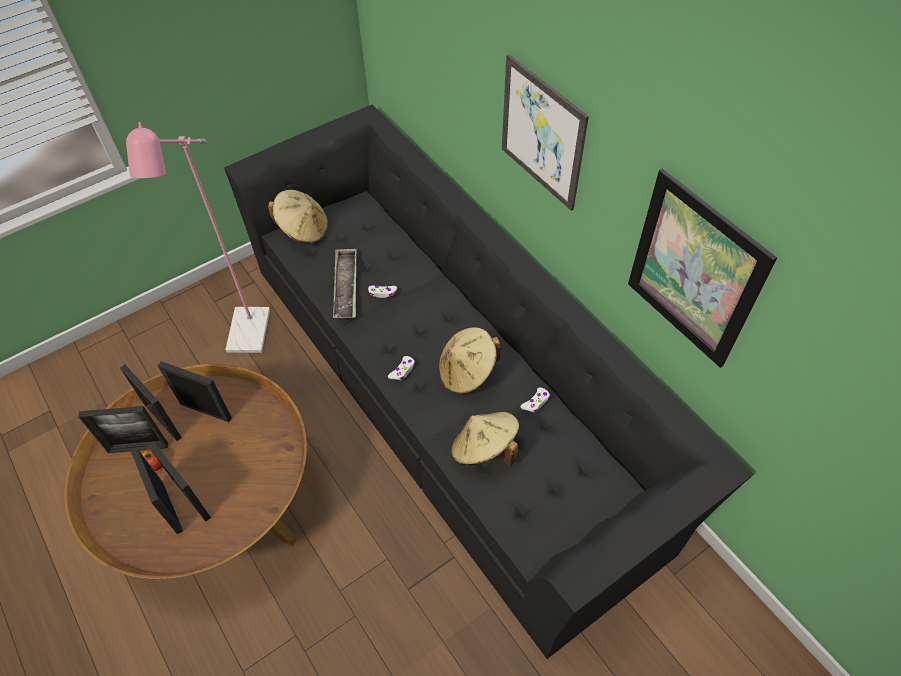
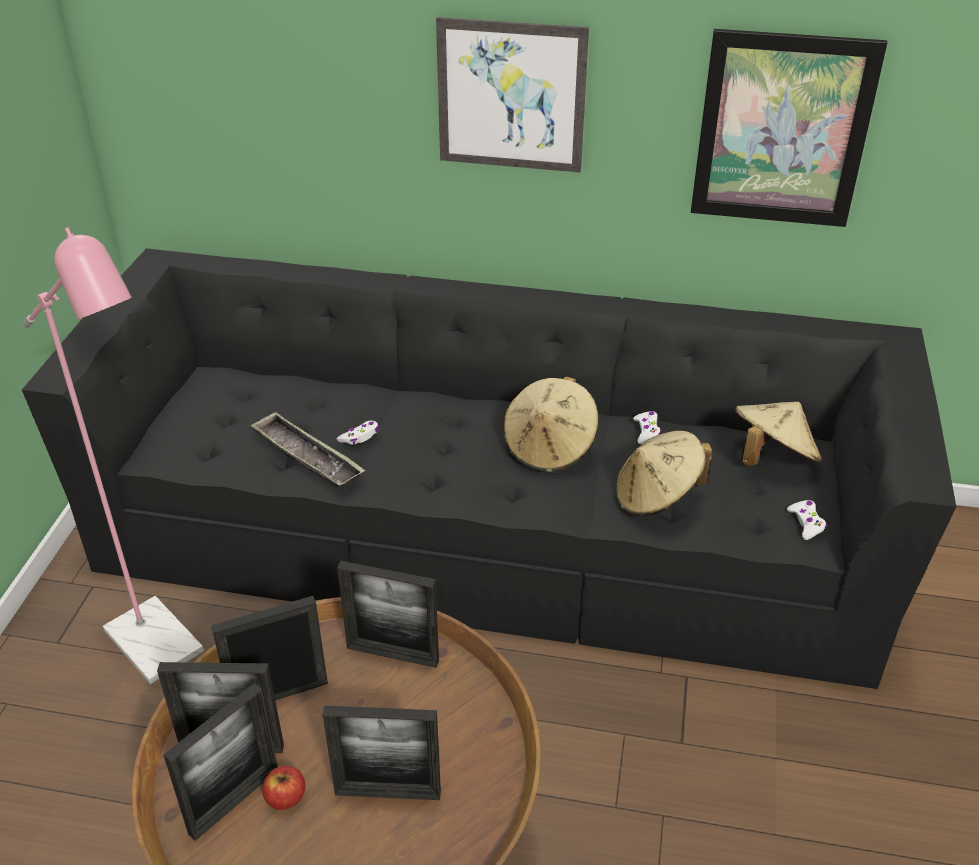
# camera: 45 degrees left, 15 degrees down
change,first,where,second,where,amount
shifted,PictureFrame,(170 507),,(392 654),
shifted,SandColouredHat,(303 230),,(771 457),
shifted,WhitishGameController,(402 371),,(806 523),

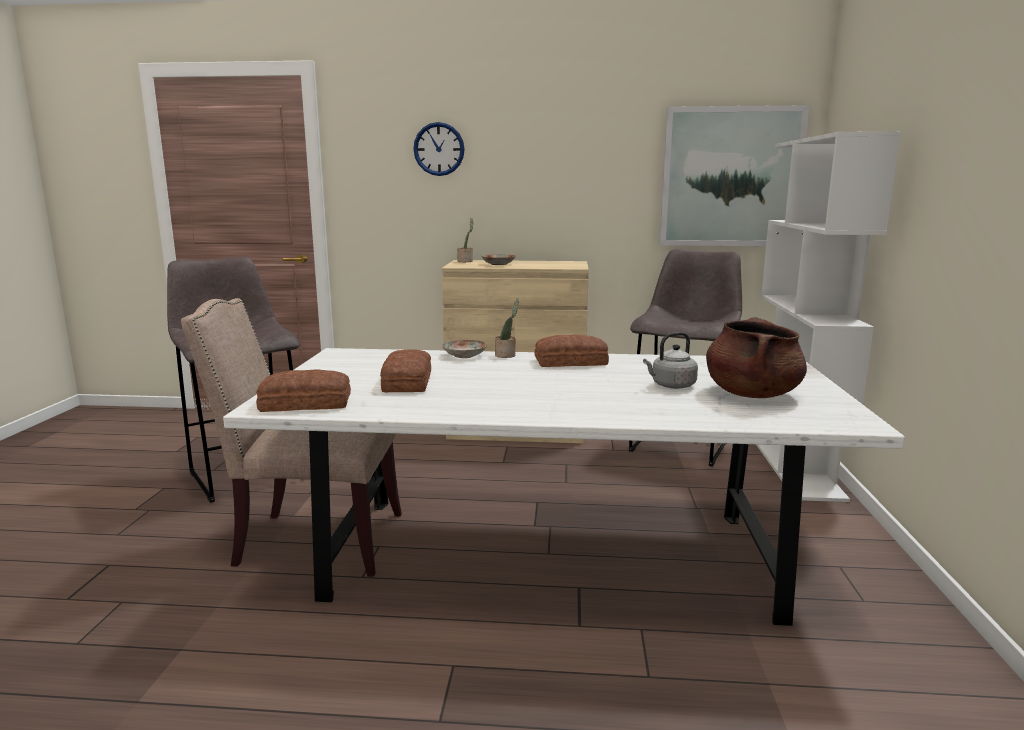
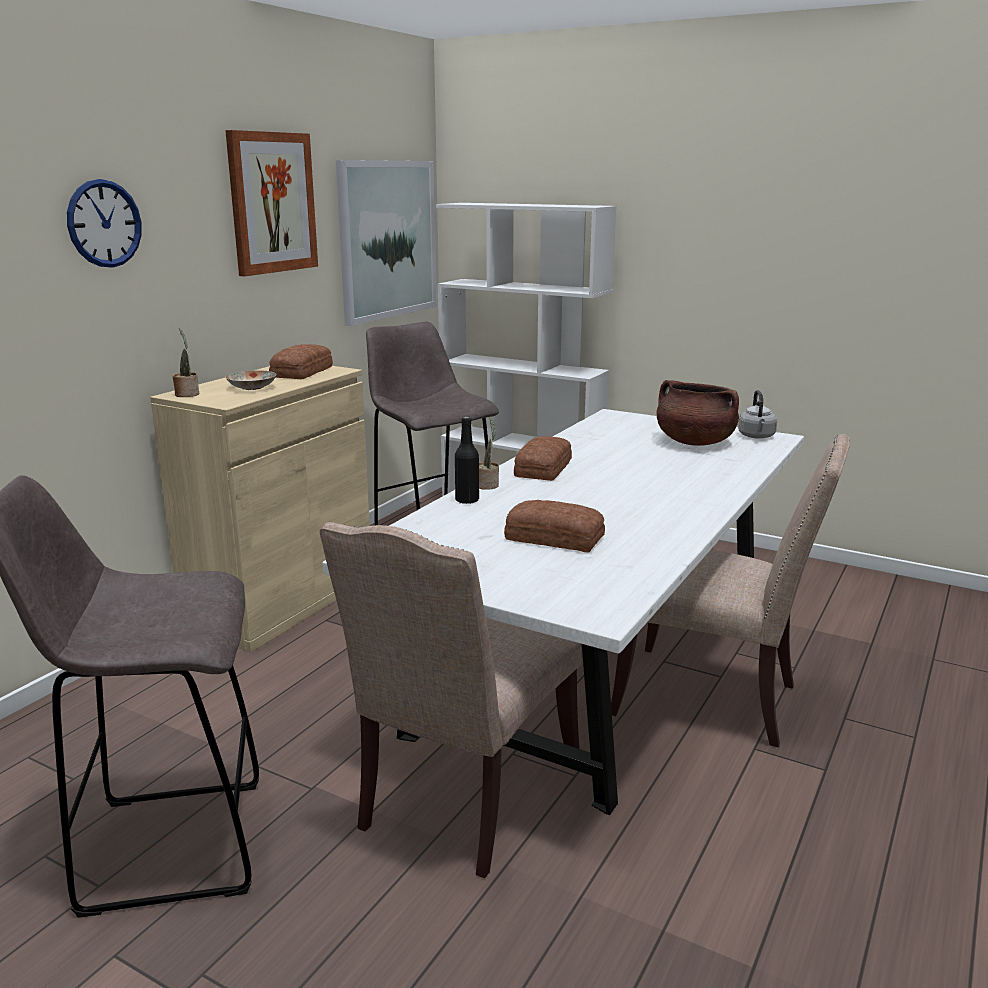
# camera: 65 degrees left, 5 degrees up
change,first,where,second,where,amount
new,,,WallPicture,(272 203),
new,,,SandColouredUprightChair,(714 699),
shifted,Bread,(306 404),,(303 372),
shifted,GrayWaterKettle,(671 386),,(756 436),
swapped,DinnerPlate,(465 355),BlackishBeverageBottle,(467 500),

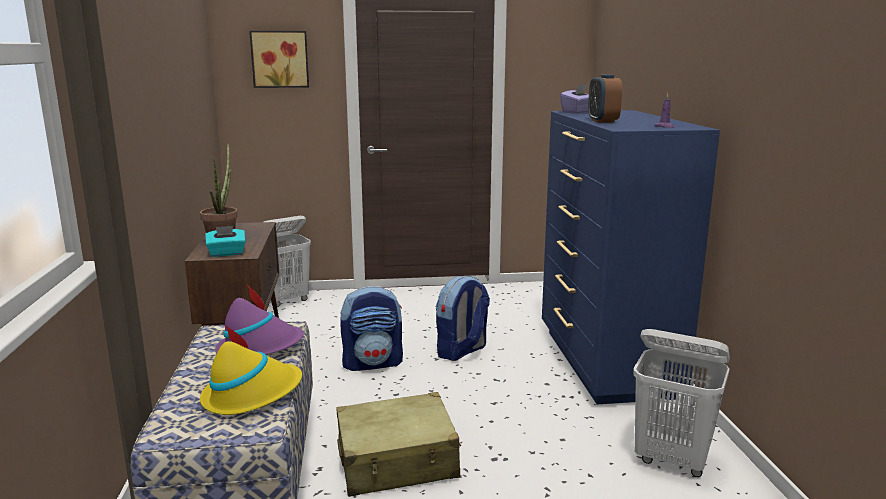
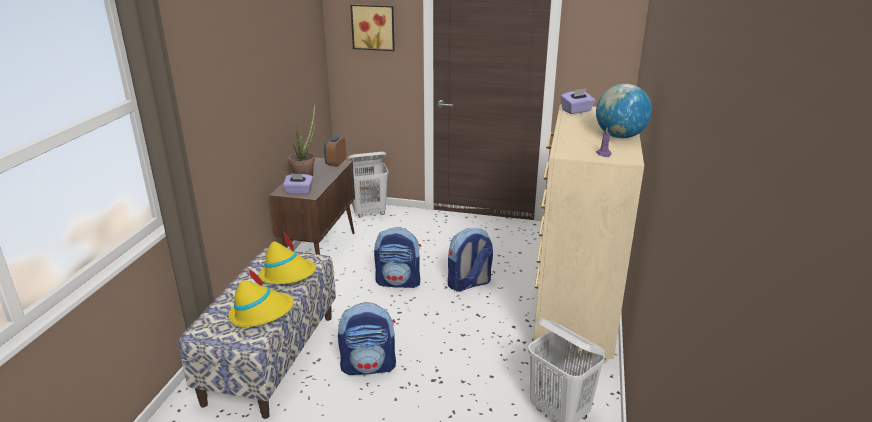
# camera: 20 degrees right, 10 degrees up
change,first,where,second,where,amount
new,,,WorldGlobe,(620 136),
shifted,BedsideClock,(602 121),,(336 163),
swapped,SandColouredSuitcase,(397 461),Rucksack,(369 366),
repainted,BlueGreenBoxOfTissues,(226 253),PurpleBoxOfTissues,(299 191),
repainted,PurpleHat,(260 348),YellowishHat,(288 275),
repainted,BlueDresser,(604 363),SandColouredDresser,(573 317),

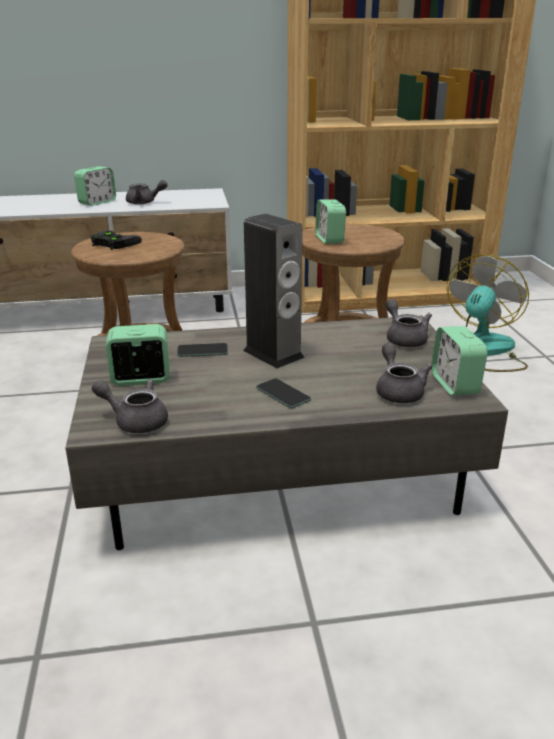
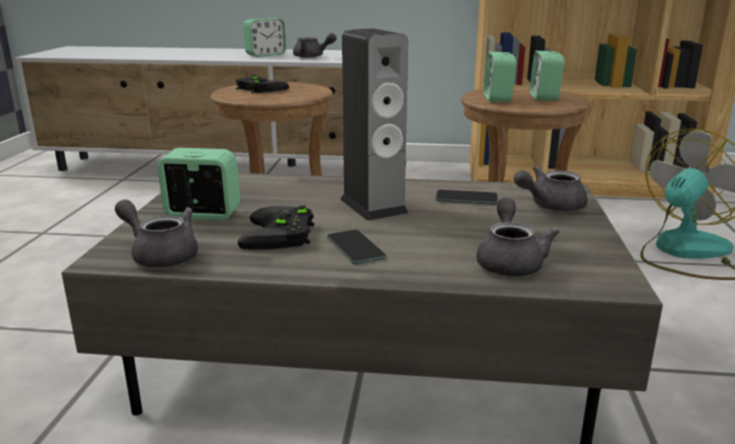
# camera: 15 degrees right, 5 degrees down
change,first,where,second,where,amount
new,,,BlackishGameController,(281 235),
shifted,Handset,(202 351),,(466 198),
shifted,BedsideClock,(454 384),,(544 97),
rotated,GrayTeaPot,(404 338),,(550 206),105 degrees counterclockwise

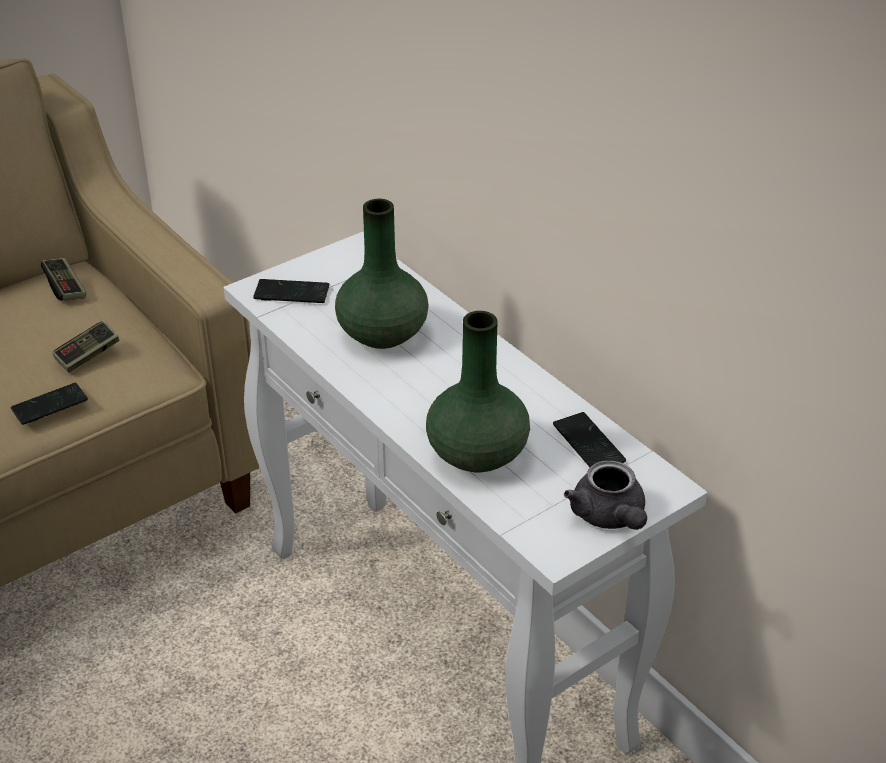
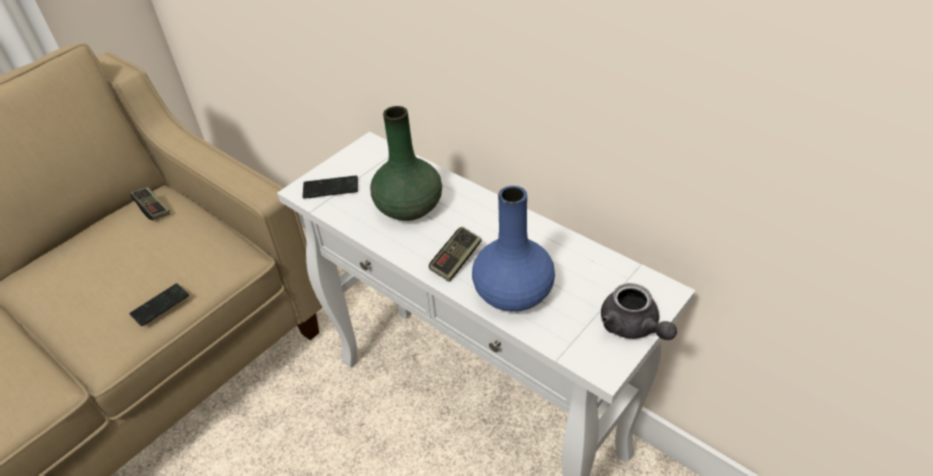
# camera: 10 degrees left, 5 degrees up
change,first,where,second,where,amount
gone,Handset,(588 444),,,
shifted,GameController,(88 355),,(456 261),
repainted,GreenVase,(478 454),BlueVase,(514 293),

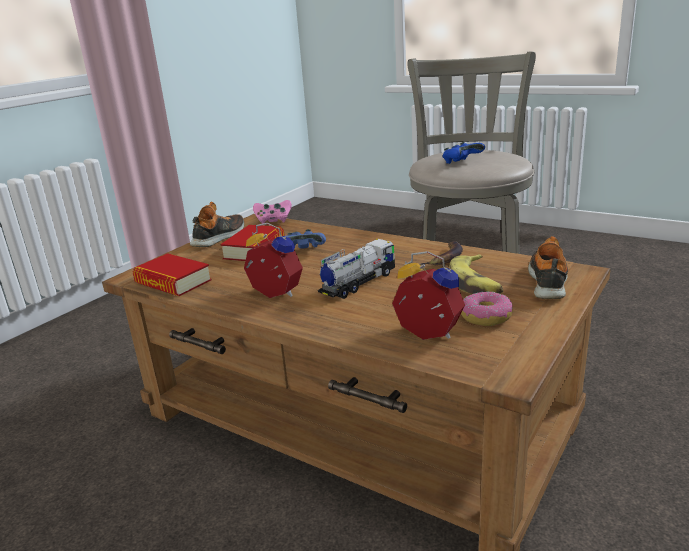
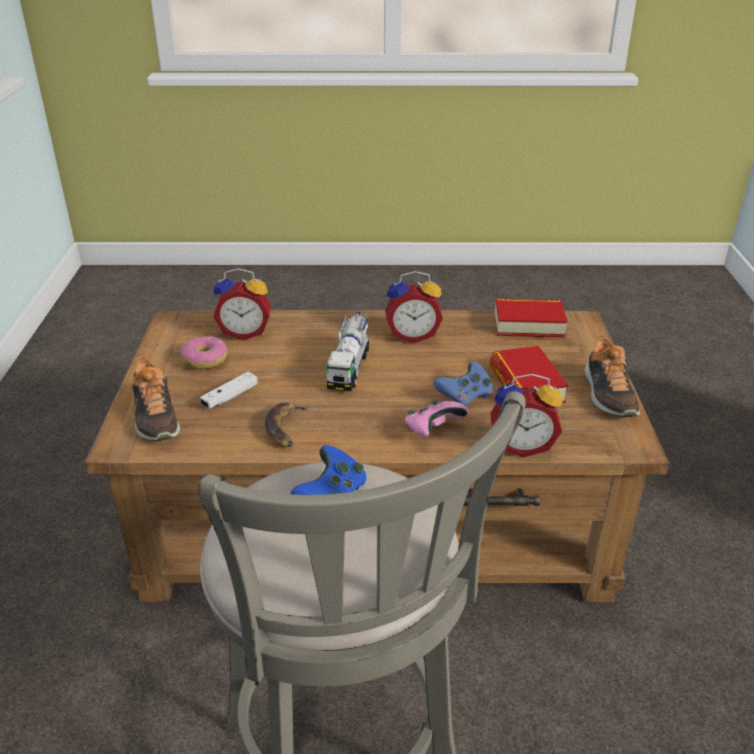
# camera: 145 degrees right, 10 degrees up
change,first,where,second,where,amount
new,,,BedsideClock,(521 445),
shifted,PinkGameController,(273 220),,(433 430),
swapped,Banana,(476 283),WhitishGameController,(230 397),

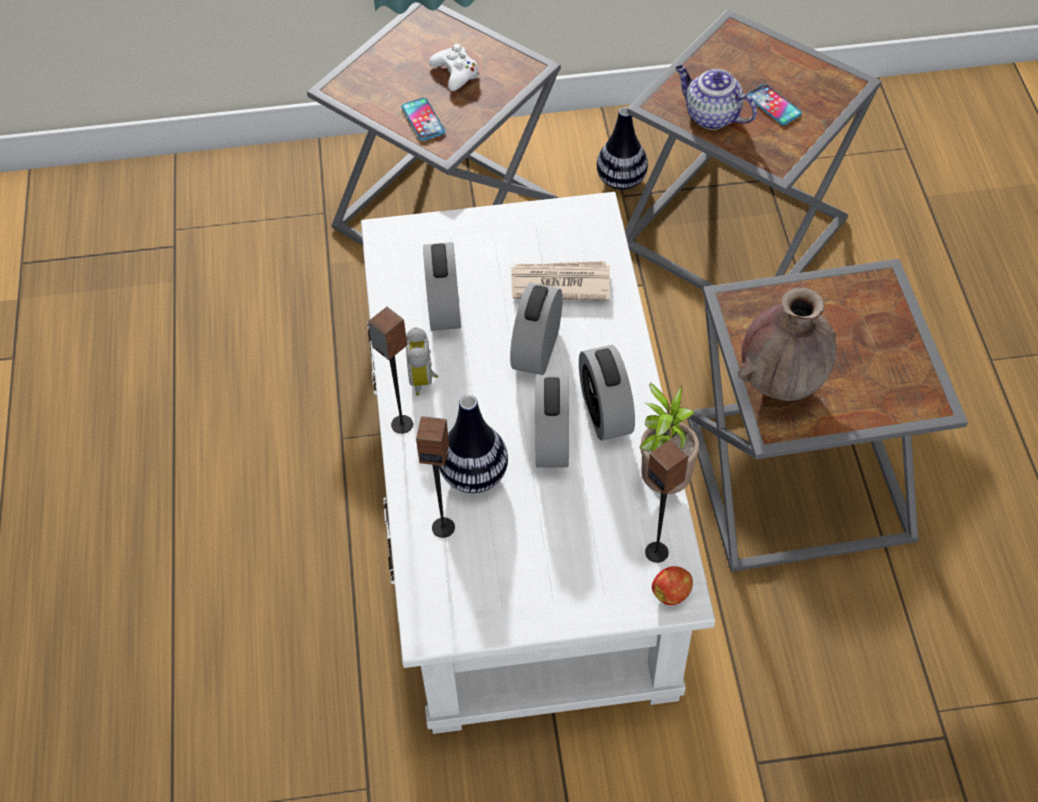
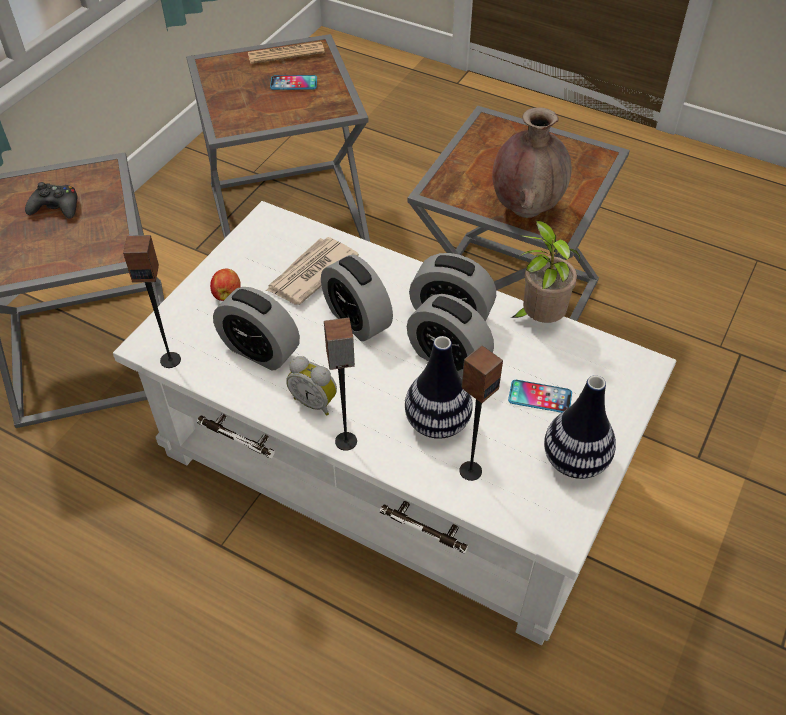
# camera: 55 degrees left, 5 degrees down
change,first,where,second,where,amount
gone,TeaPot,(711 116),,,
new,,,Newspaper,(286 53),
shifted,Handset,(423 120),,(540 397),
shifted,Vase,(621 180),,(574 461),
shifted,Loudspeaker,(657 552),,(170 359),
shifted,AppleFruit,(671 593),,(227 294),
repainted,WhitishGameController,(456 73),BlackishGameController,(56 207),

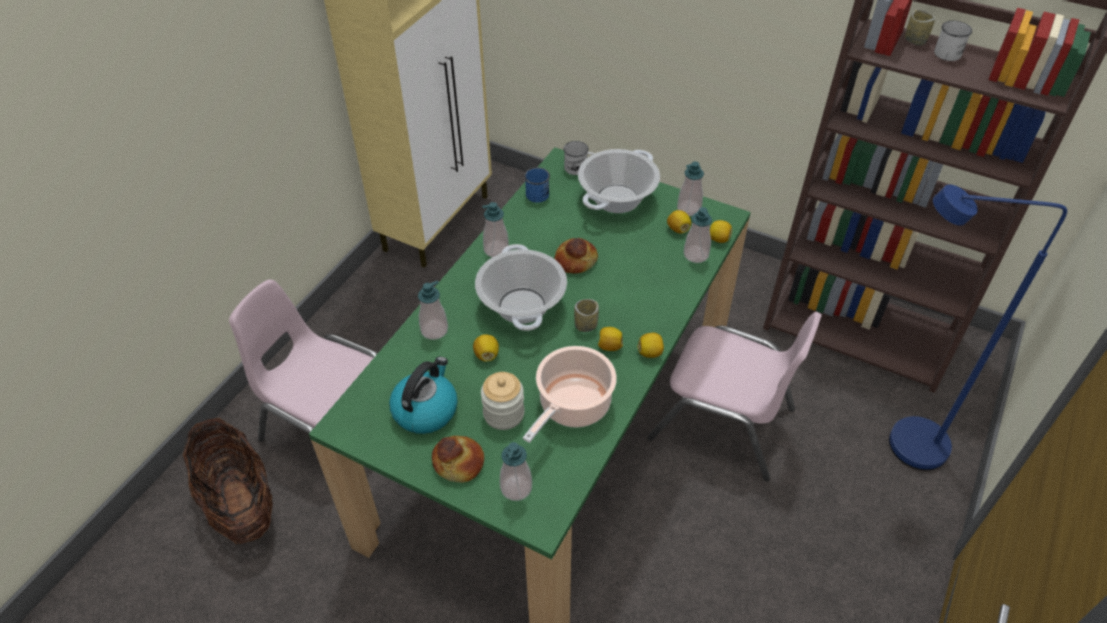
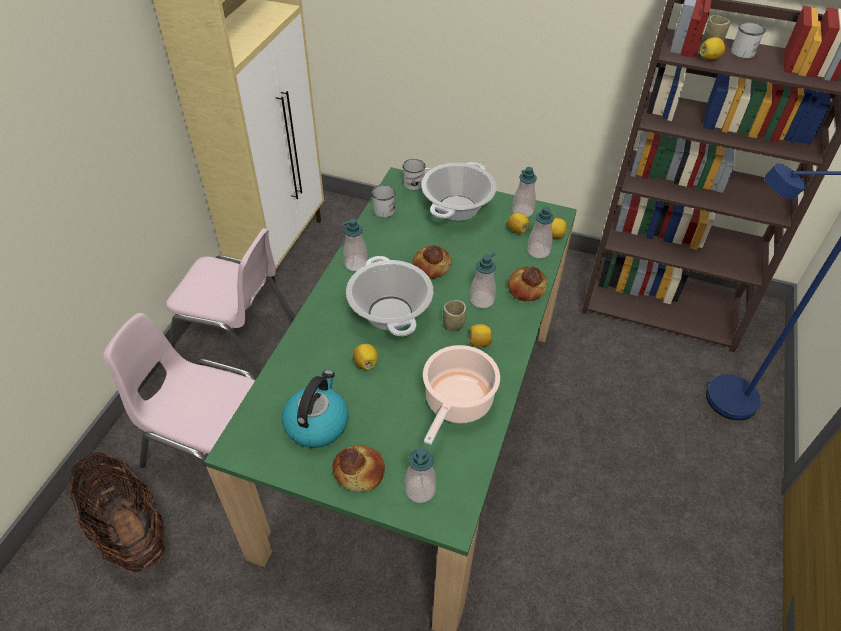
# camera: 10 degrees left, 0 degrees up
change,first,where,second,where,amount
gone,Jar,(503 413),,,
new,,,Bread,(526 288),
shifted,SoapDispenser,(434 330),,(482 300),
shifted,WholeLemon,(650 353),,(709 58),
shifted,PinkUprightChair,(723 423),,(235 338),
repainted,BlueMug,(538 192),WhitishMug,(384 208),

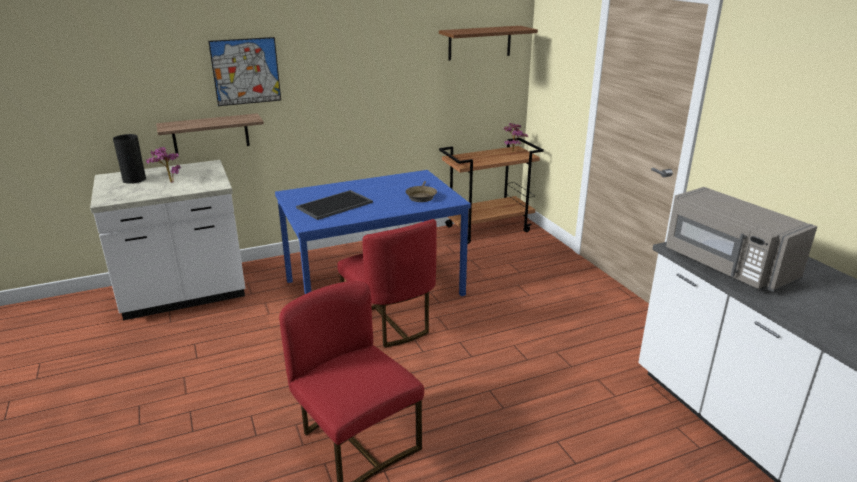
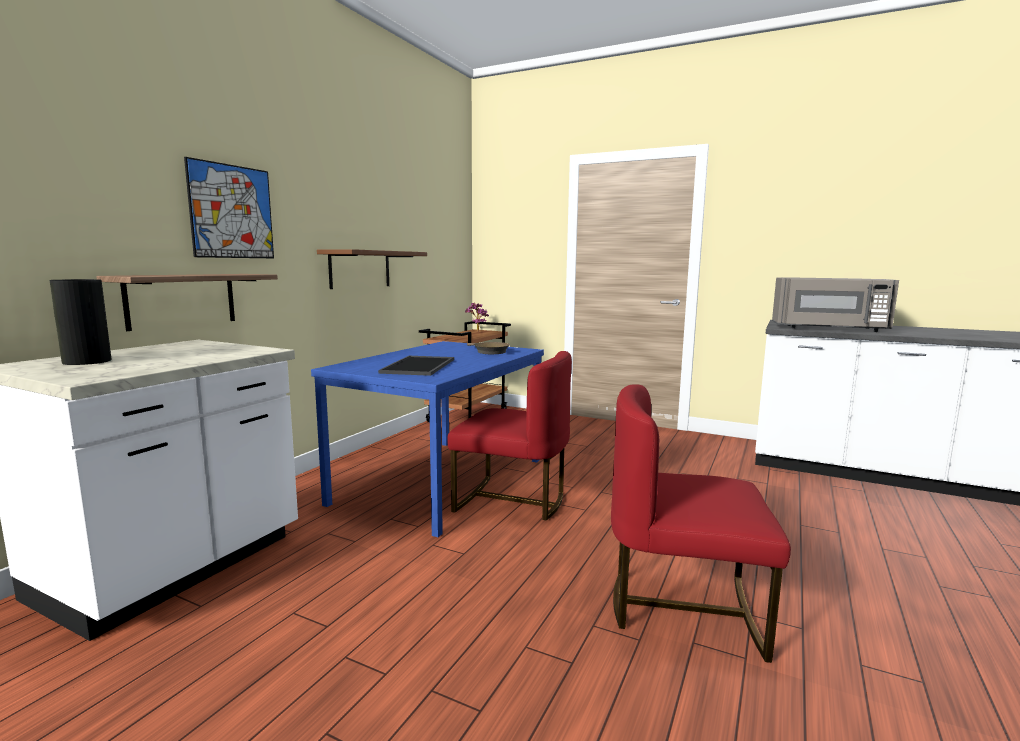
# camera: 40 degrees left, 15 degrees down
change,first,where,second,where,amount
gone,Houseplant,(169 182),,,
shifted,BrownShelf,(479 43),,(360 269),

